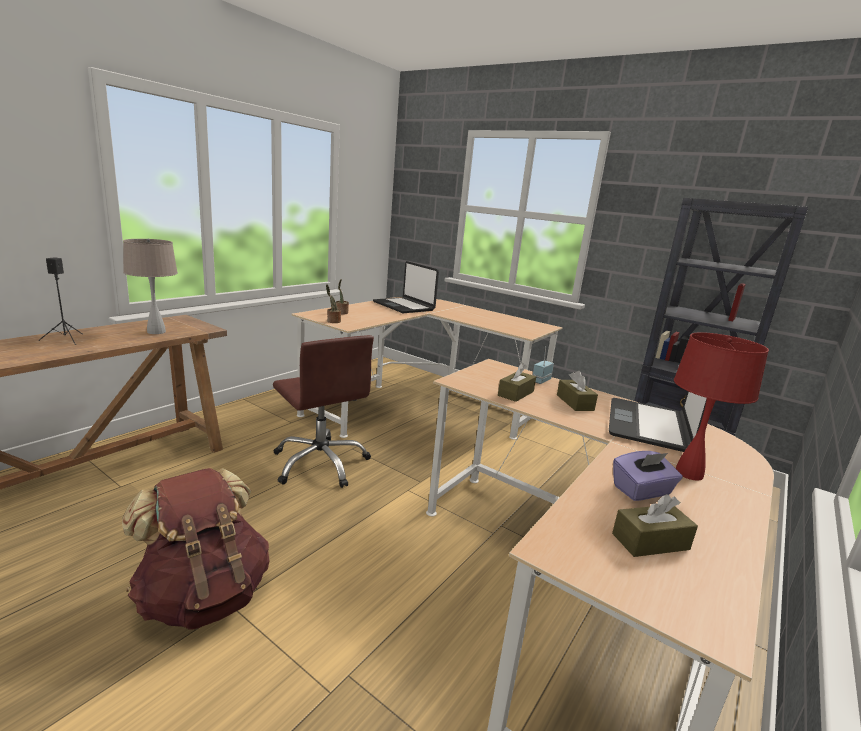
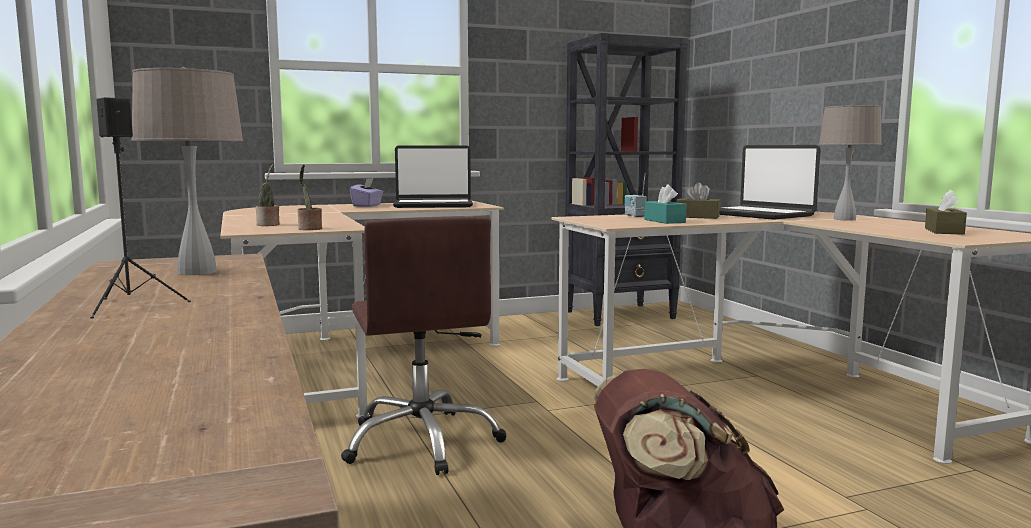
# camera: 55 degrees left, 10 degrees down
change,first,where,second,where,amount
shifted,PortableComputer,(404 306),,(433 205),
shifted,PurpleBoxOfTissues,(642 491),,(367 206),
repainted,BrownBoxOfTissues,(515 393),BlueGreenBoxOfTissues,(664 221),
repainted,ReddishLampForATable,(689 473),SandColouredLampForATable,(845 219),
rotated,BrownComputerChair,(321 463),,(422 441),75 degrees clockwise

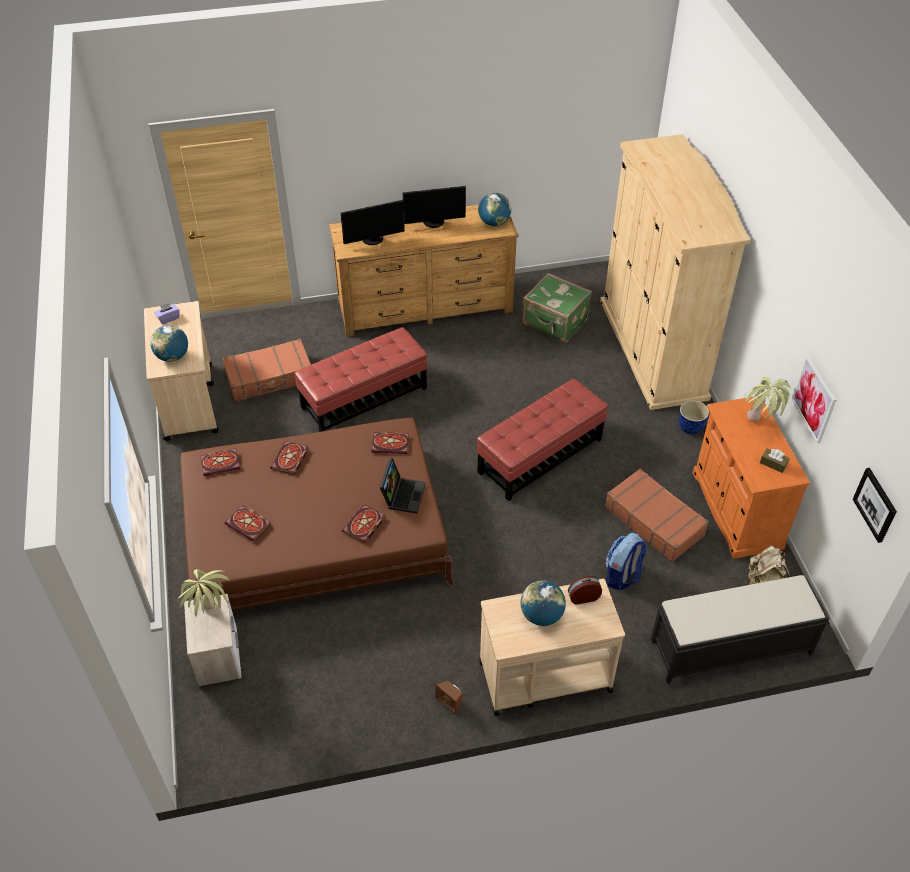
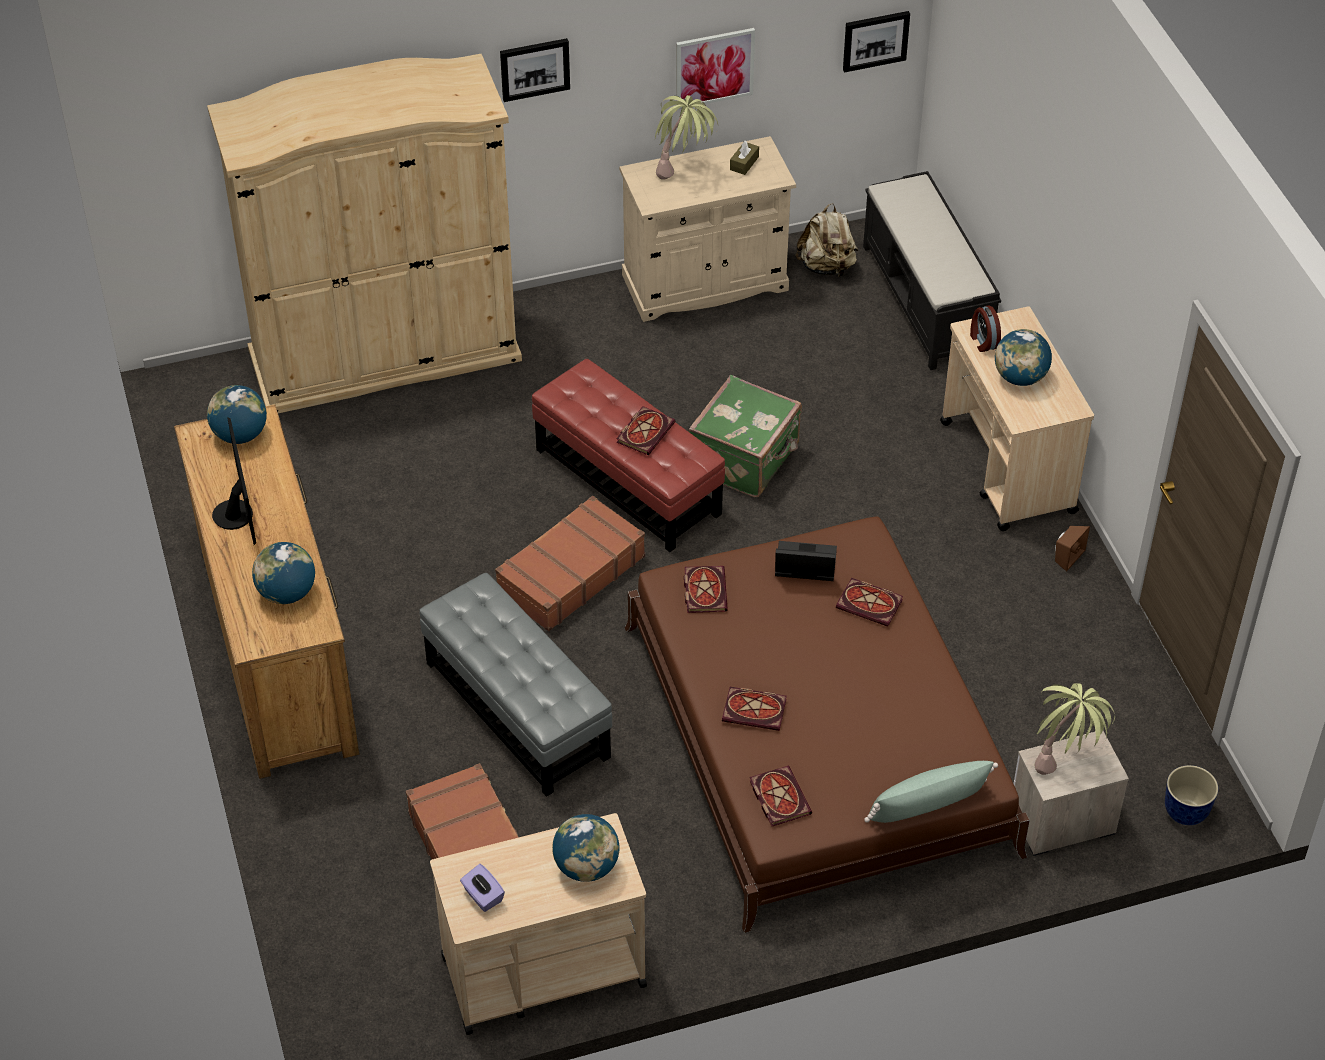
# camera: 95 degrees left, 0 degrees up
change,first,where,second,where,amount
gone,Rucksack,(622 576),,,
new,,,WallPicture,(534 68),
new,,,GreenThrowPillow,(927 805),
shifted,Book,(249 524),,(645 431),
shifted,GreenSuitcase,(555 323),,(746 459),
shifted,BrownSuitcase,(654 521),,(570 574),
shifted,FlowerPot,(690 428),,(1185 811),
swapped,ComputerScreen,(373 240),WorldGlobe,(287 593),
repainted,ReddishOttoman,(364 397),GrayOttoman,(516 710),
repainted,OrangeCabinet,(736 510),SandColouredCabinet,(705 283),

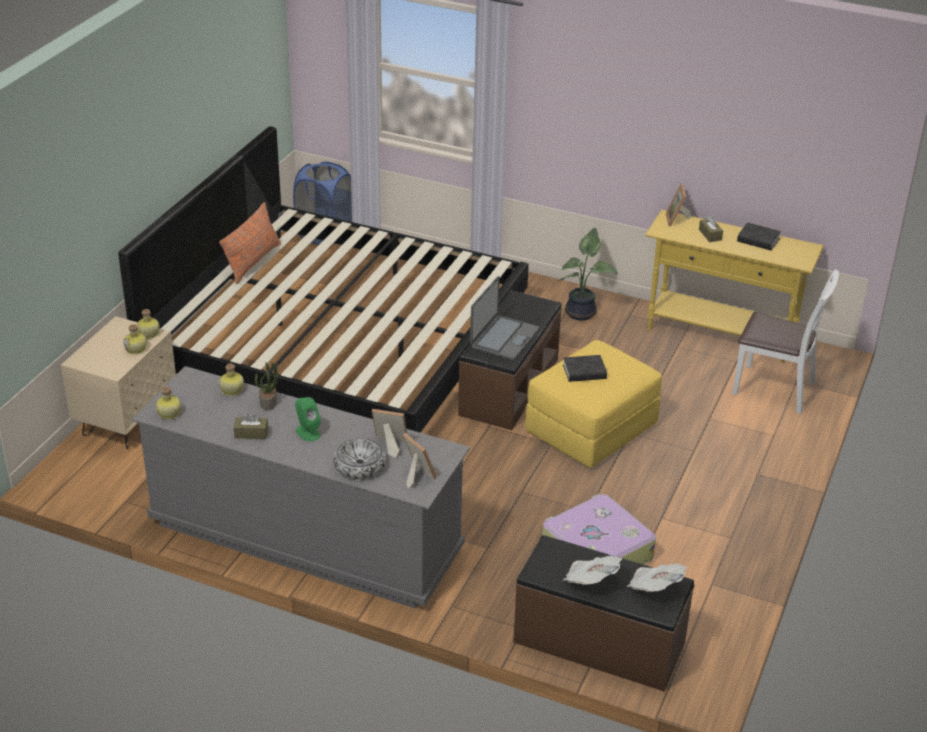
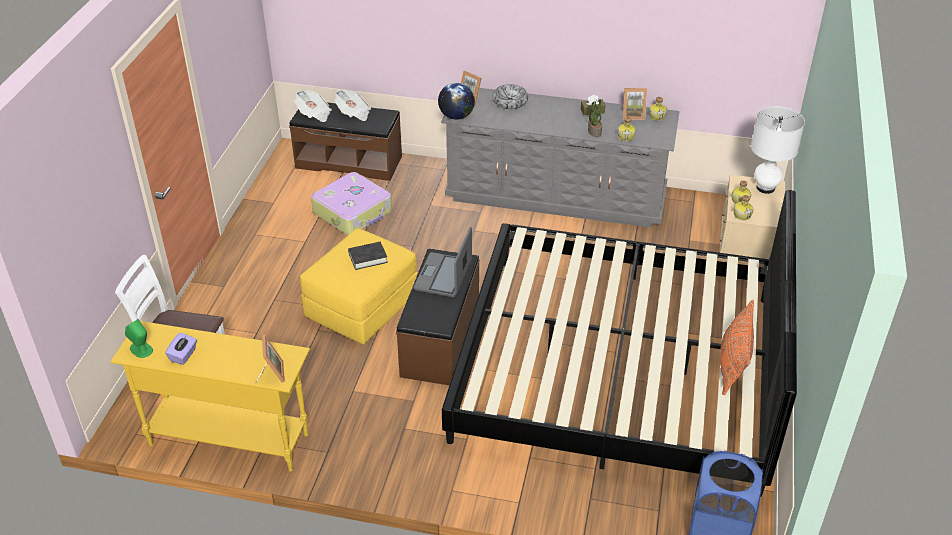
# camera: 170 degrees right, 5 degrees up
change,first,where,second,where,amount
gone,Houseplant,(582 312),,,
gone,BrownBoxOfTissues,(710 235),,,
new,,,WorldGlobe,(456 116),
new,,,WhitishLampForATable,(765 188),
shifted,GreenLoudspeaker,(307 432),,(141 349),
shifted,PictureFrame,(389 444),,(632 115),
swapped,BlackishBook,(758 240),PurpleBoxOfTissues,(183 355),

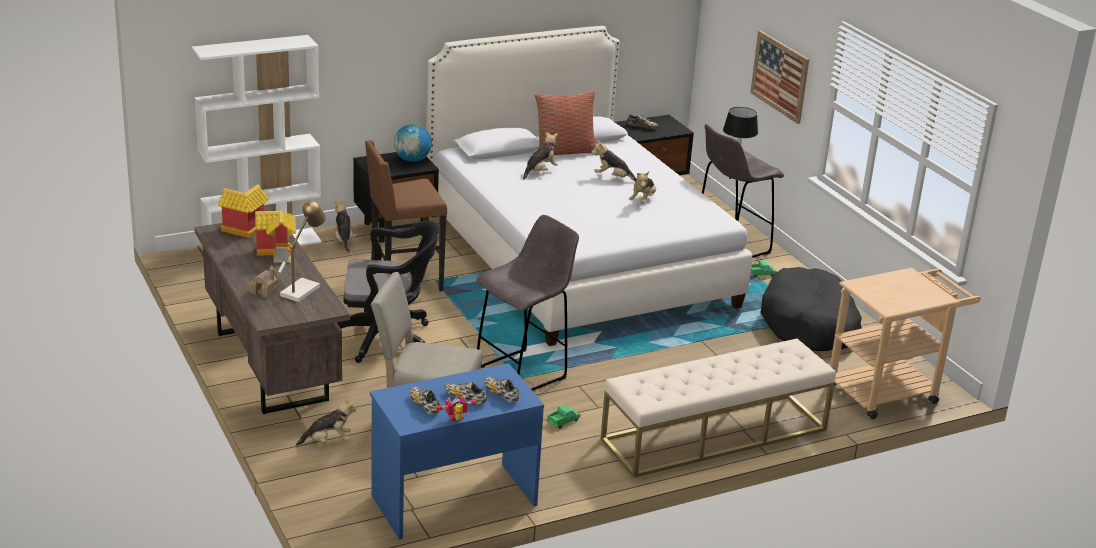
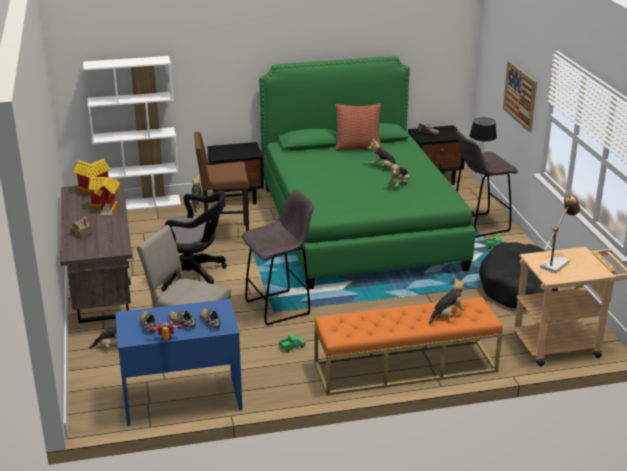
# camera: 15 degrees right, 0 degrees up
change,first,where,second,where,amount
gone,WorldGlobe,(412 160),,,
shifted,LampForATable,(302 289),,(556 263),
shifted,PlushToy,(540 172),,(447 315),
repainted,WhitishBed,(576 258),GreenBed,(358 226),
repainted,SandColouredBench,(714 435),OrangeBench,(405 367),

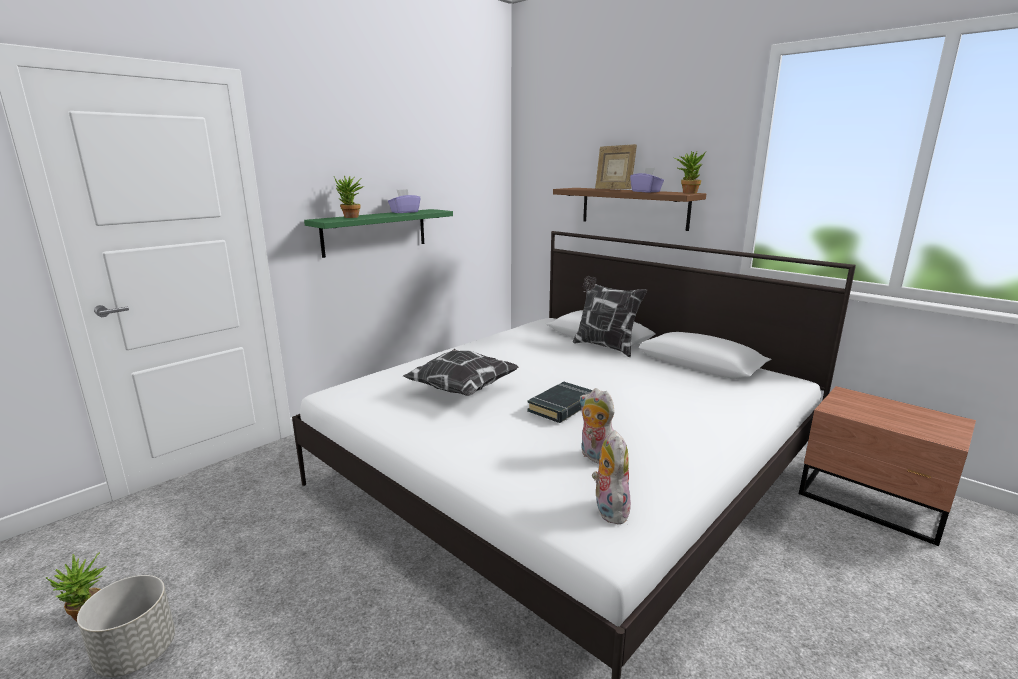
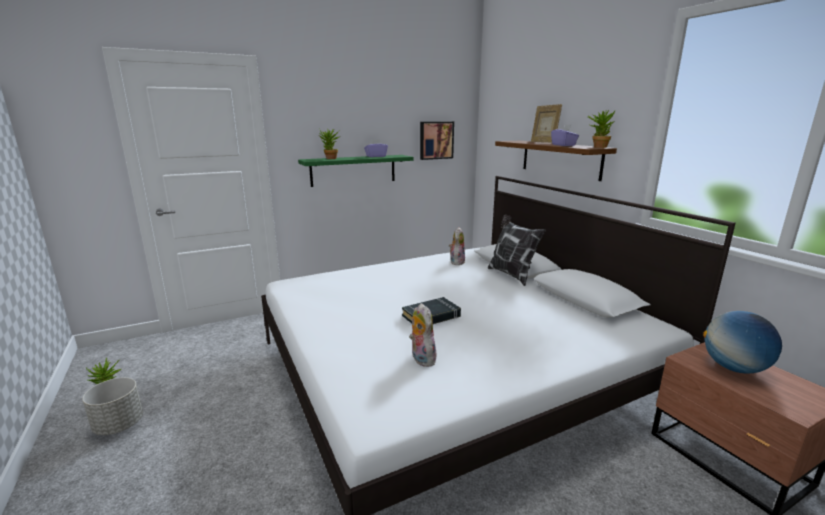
# camera: 20 degrees right, 0 degrees up
change,first,where,second,where,amount
gone,ThrowPillow,(462 389),,,
new,,,WallPicture,(436 140),
new,,,WorldGlobe,(733 368),
shifted,PlushToy,(608 509),,(456 262),

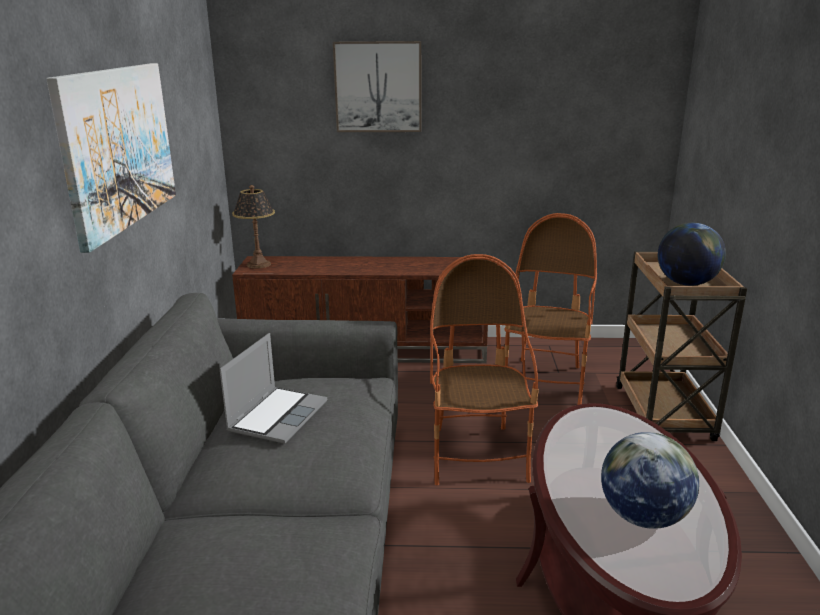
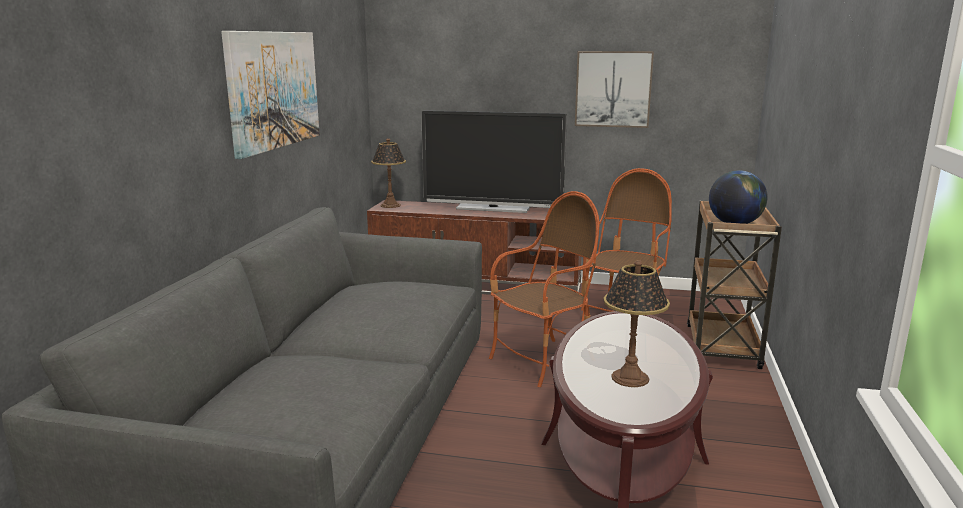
# camera: 10 degrees right, 5 degrees down
change,first,where,second,where,amount
gone,PortableComputer,(277 416),,,
new,,,Television,(493 208),
shifted,WallPicture,(378 87),,(613 89),
swapped,WorldGlobe,(643 517),LampForATable,(630 378),
rotated,EasyChair,(477 456),,(543 361),45 degrees clockwise

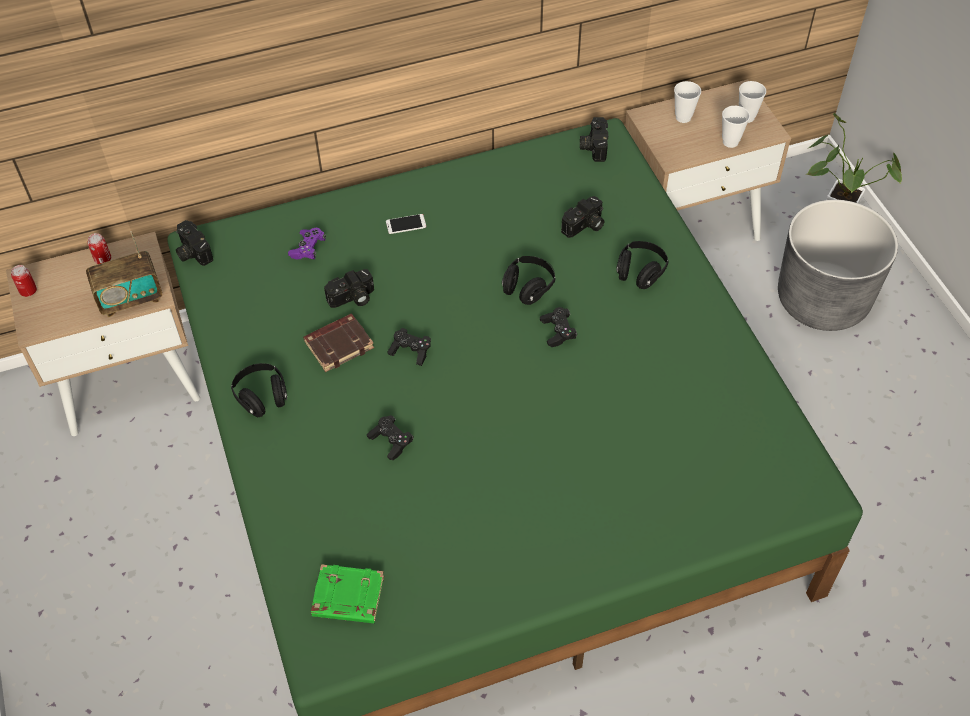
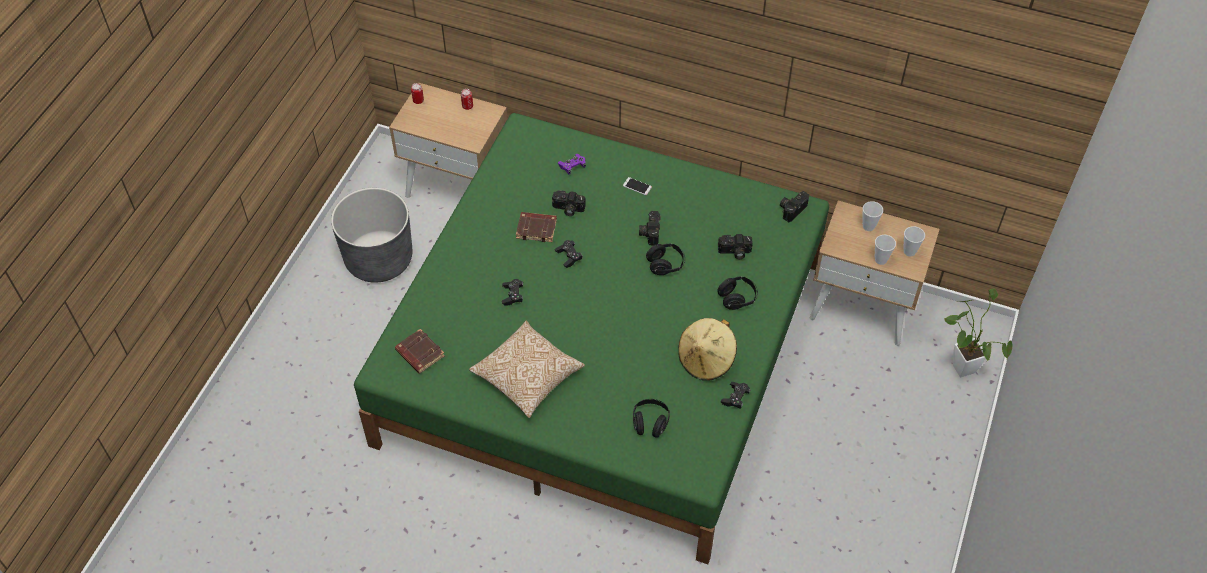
# camera: 40 degrees right, 0 degrees up
change,first,where,second,where,amount
gone,Radio,(130 299),,,
new,,,ThrowPillow,(527 377),
new,,,SandColouredHat,(706 360),
shifted,PhotoCamera,(191 252),,(649 232),
shifted,BlackishHeadphones,(262 397),,(650 423),
shifted,BlackishGameController,(558 332),,(735 398),
shifted,GrayFlowerPot,(822 300),,(379 259),
repainted,GreenBook,(347 598),BrownBook,(419 353),

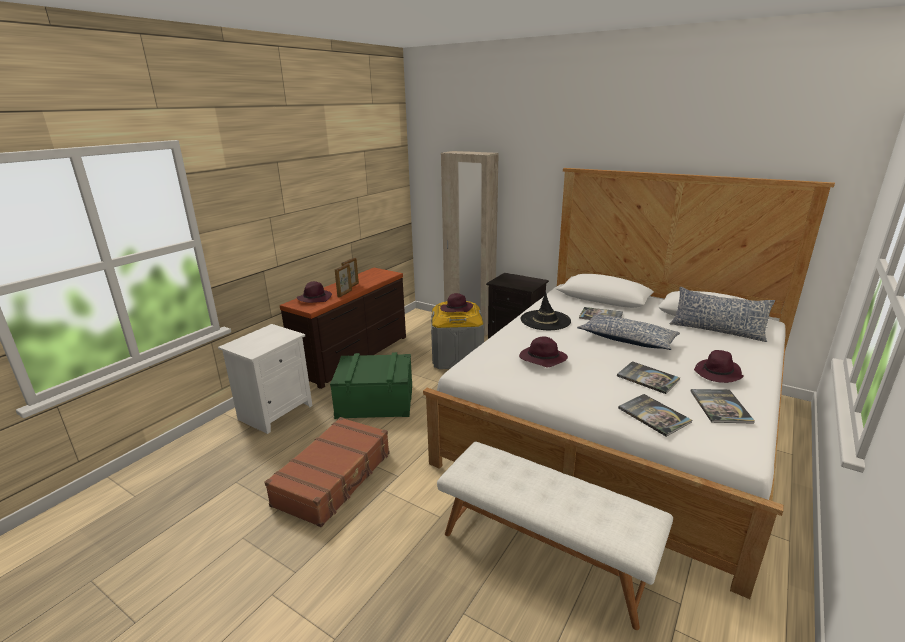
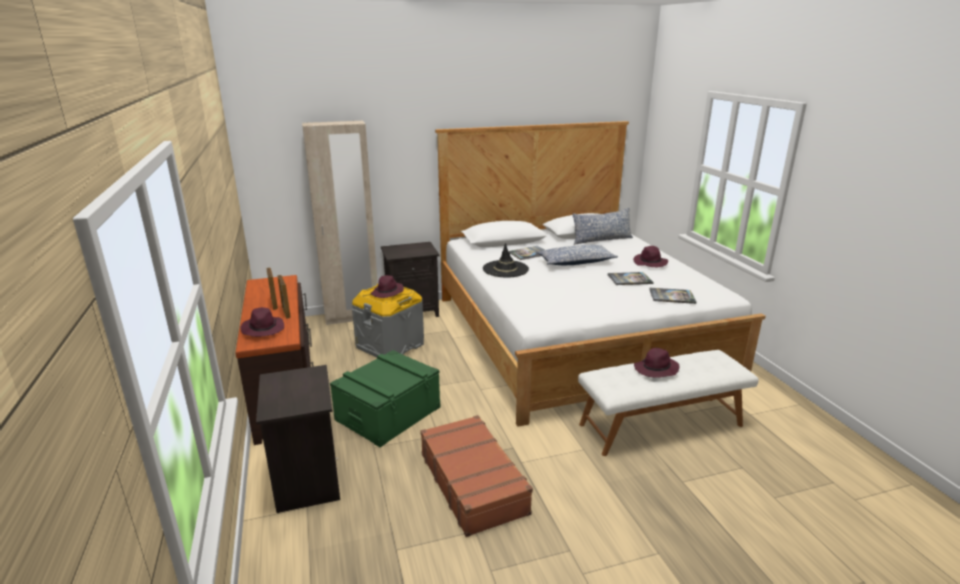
# camera: 50 degrees left, 0 degrees up
change,first,where,second,where,amount
gone,Book,(720 406),,,
shifted,PurpleHat,(542 359),,(656 370),
repainted,WhitishBedsideTable,(275 411),BlackishBedsideTable,(306 479),

